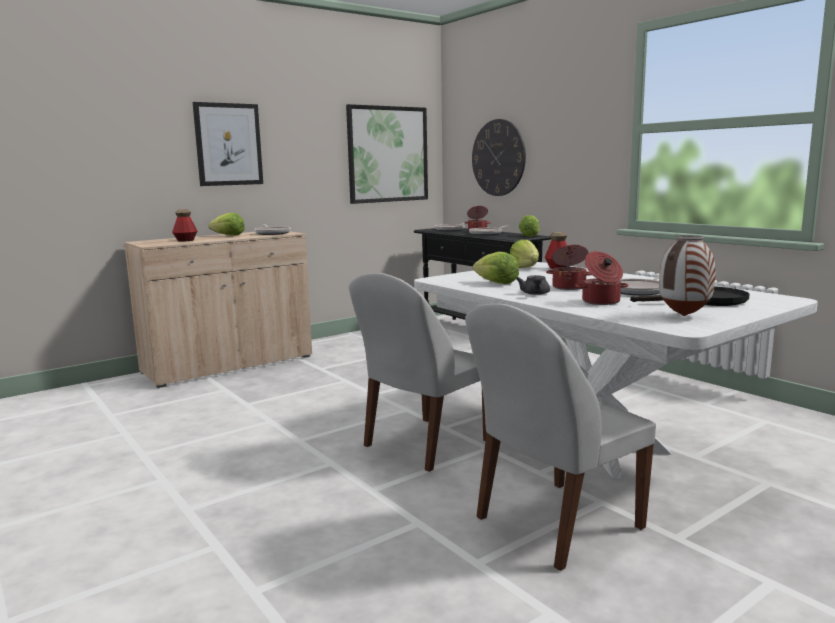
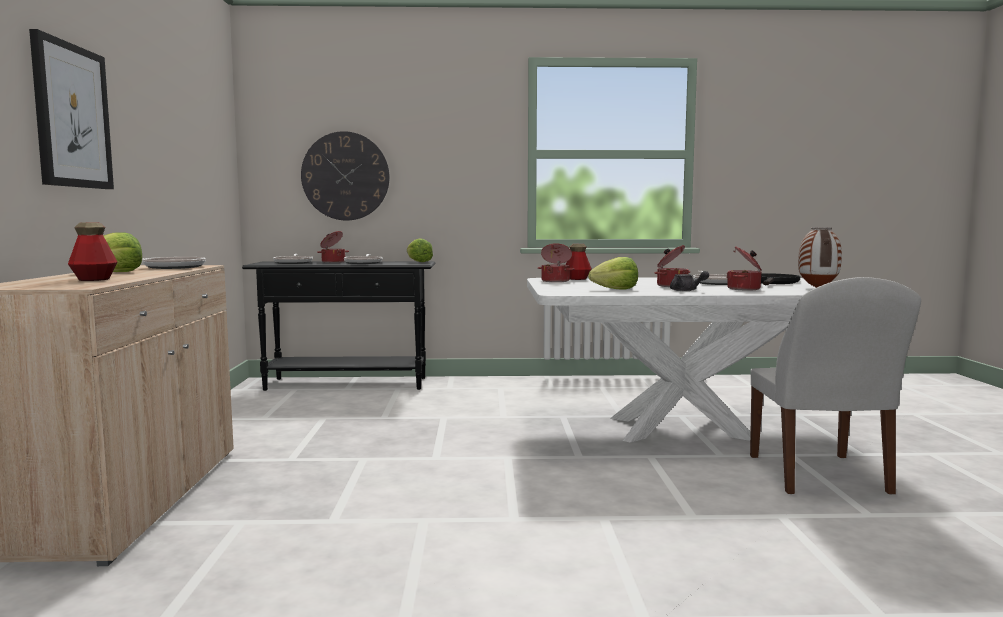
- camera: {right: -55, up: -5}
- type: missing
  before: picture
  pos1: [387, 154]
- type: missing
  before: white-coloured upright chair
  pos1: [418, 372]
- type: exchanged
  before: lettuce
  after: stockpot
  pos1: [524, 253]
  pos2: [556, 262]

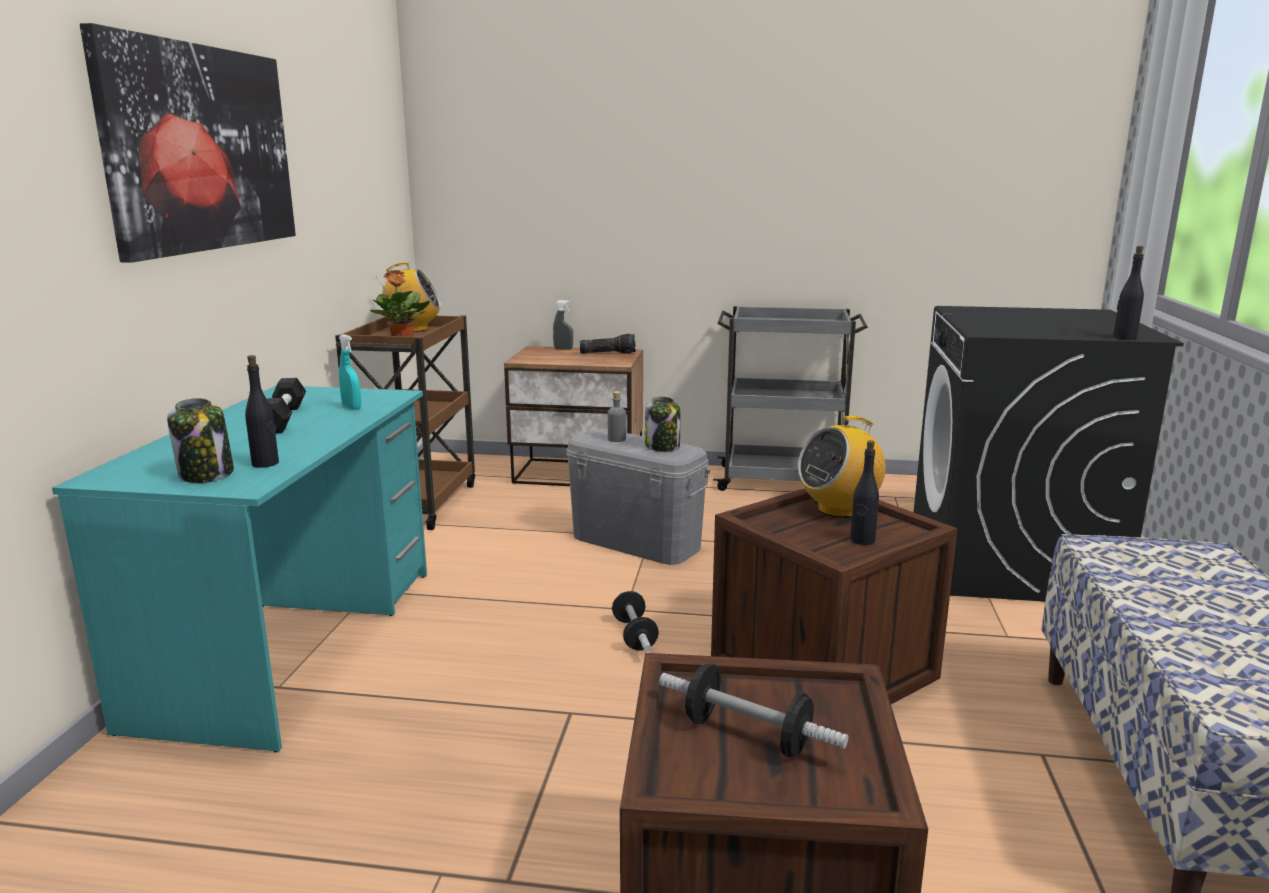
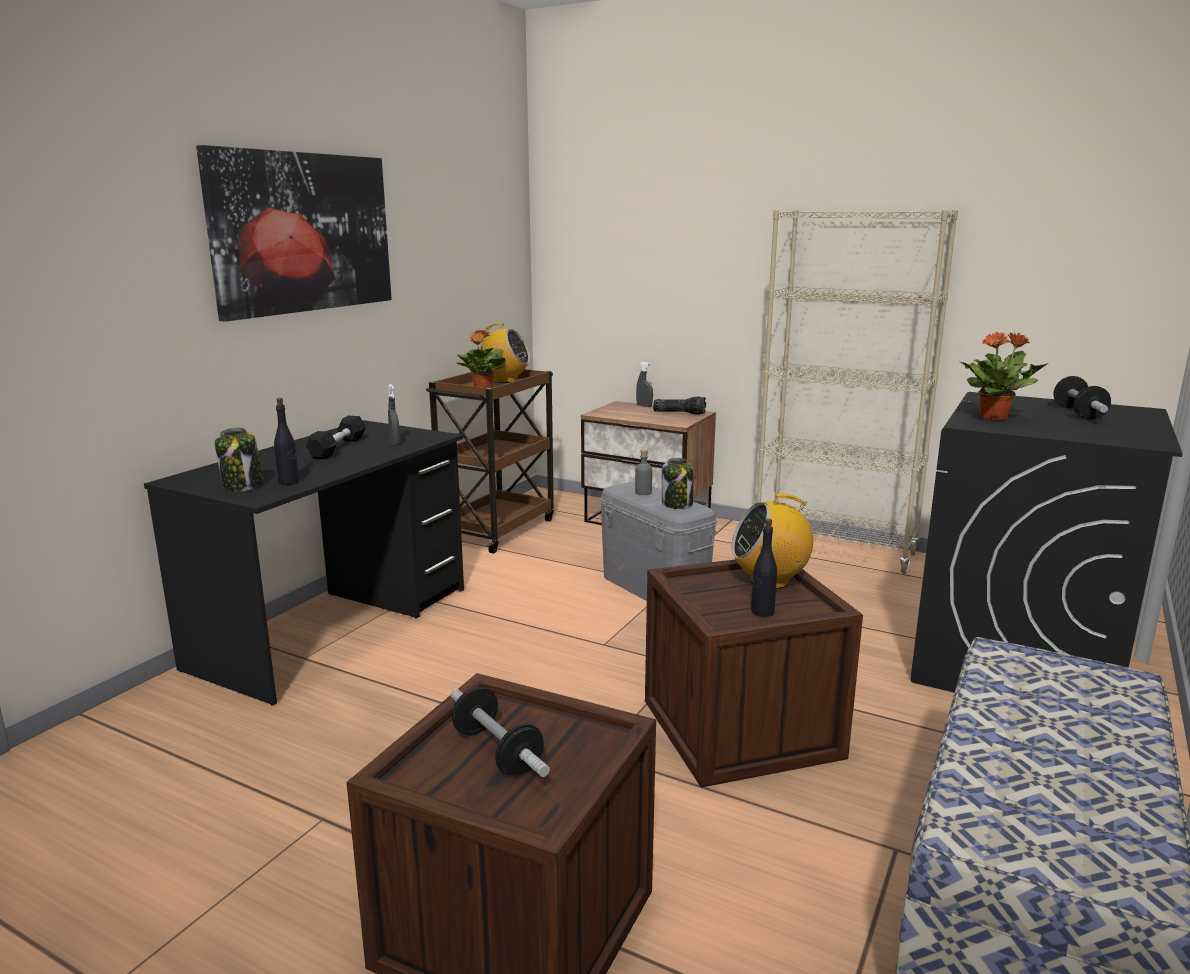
- camera: {right: 20, up: 0}
- type: colour
  before: turquoise-coloured desk unit
  after: black desk unit
  pos1: [239, 568]
  pos2: [304, 562]
- type: colour
  before: turquoise-coloured sprayer
  after: grey sprayer
  pos1: [350, 372]
  pos2: [394, 415]
- type: relocated
  before: hand weight
  pos1: [635, 621]
  pos2: [1082, 398]
- type: exchanged
  before: grey wheeled cart
  after: beige-coloured bookshelf
  pos1: [790, 398]
  pos2: [857, 392]
- type: missing
  before: black bottle
  pos1: [1128, 293]
- type: appeared
  after: plant in a pot
  pos2: [1003, 376]

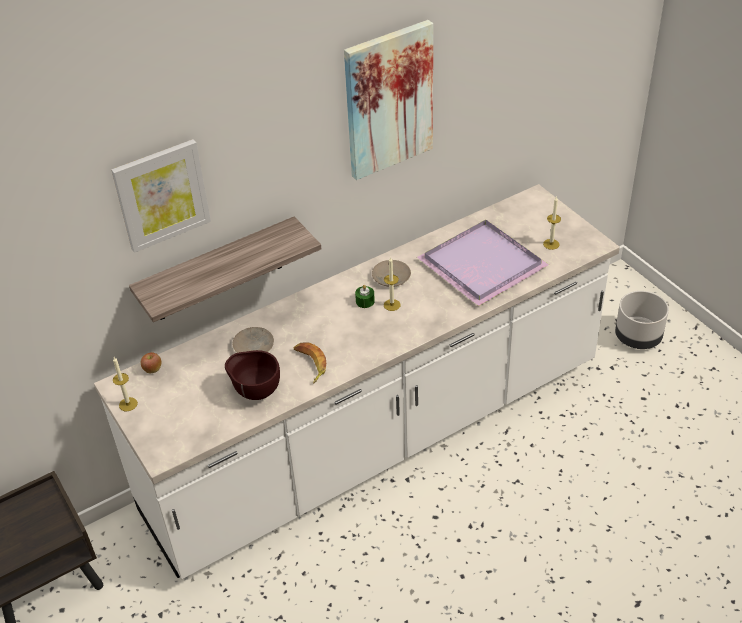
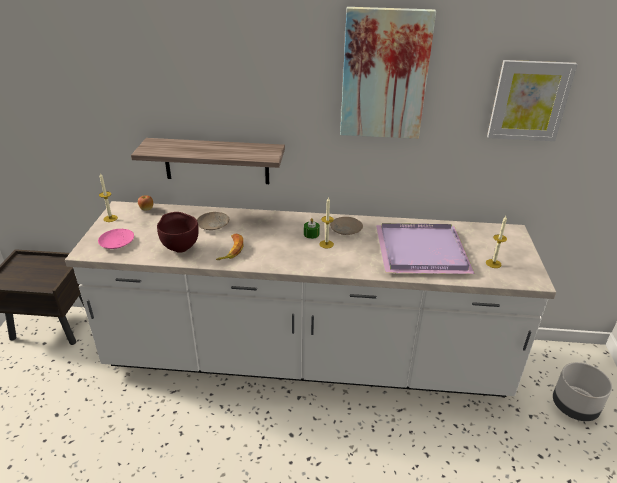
- camera: {right: 35, up: -10}
- type: relocated
  before: picture
  pos1: [161, 196]
  pos2: [532, 100]
- type: appeared
  after: pinkish flat dish
  pos2: [116, 239]

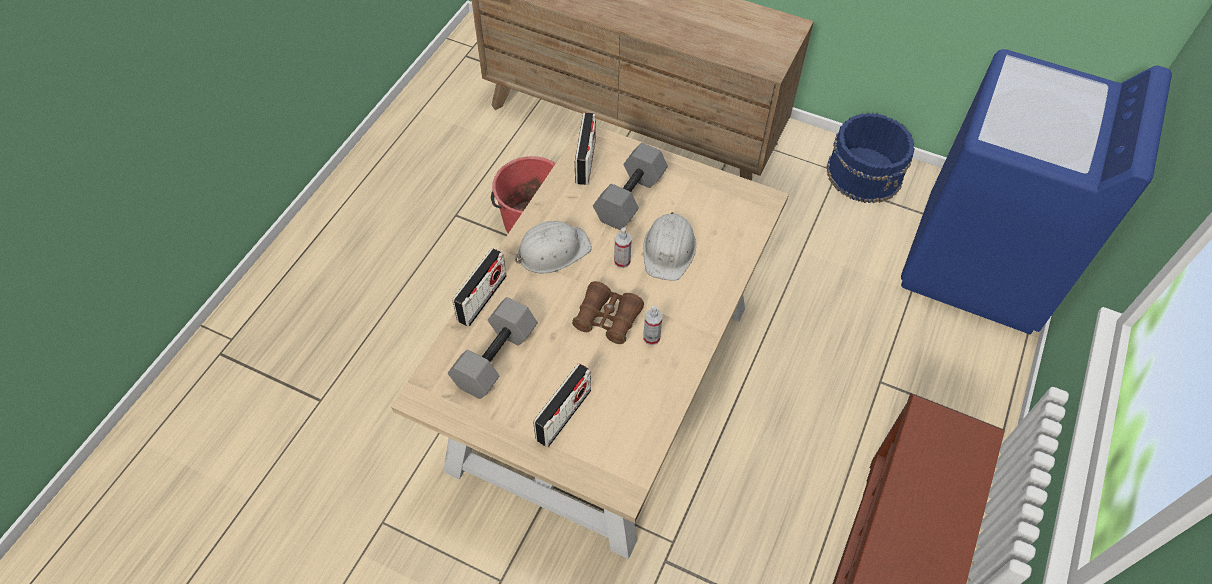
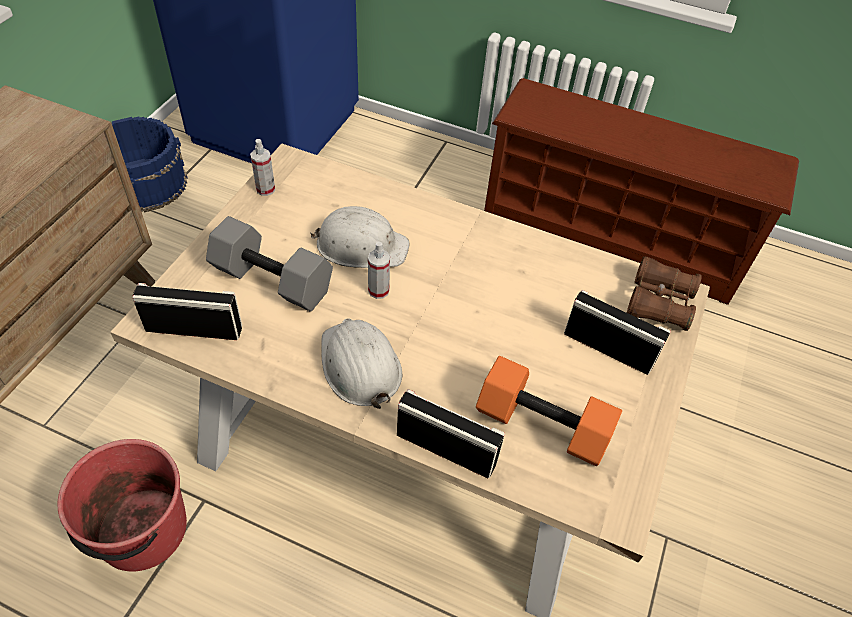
- camera: {right: -95, up: -5}
- type: colour
  before: grey hand weight
  after: orangey hand weight
  pos1: [493, 348]
  pos2: [549, 411]
- type: relocated
  before: brown field glasses
  pos1: [608, 312]
  pos2: [664, 293]
- type: relocated
  before: sprayer
  pos1: [652, 325]
  pos2: [262, 167]

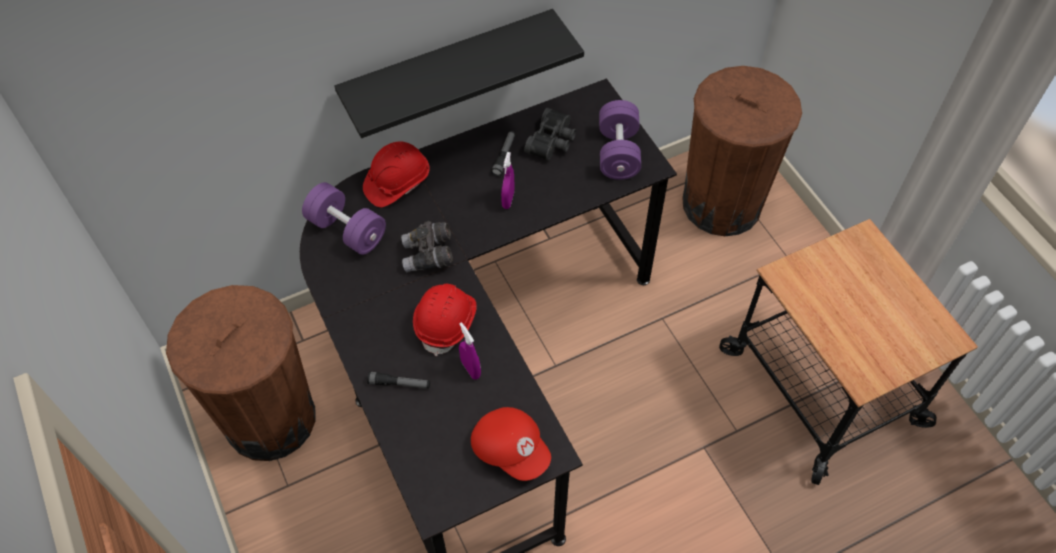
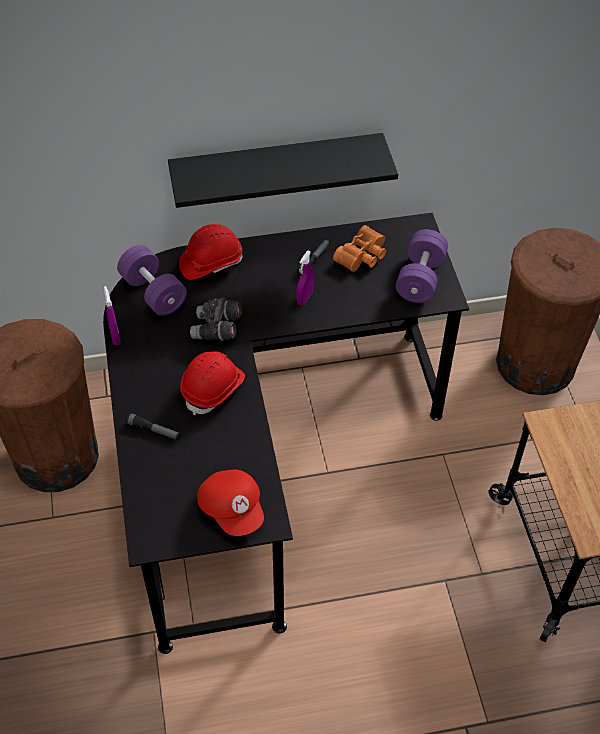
- camera: {right: 15, up: -5}
- type: relocated
  before: purple sprayer
  pos1: [470, 351]
  pos2: [112, 315]
- type: colour
  before: black field glasses
  after: orangey field glasses
  pos1: [550, 134]
  pos2: [359, 248]

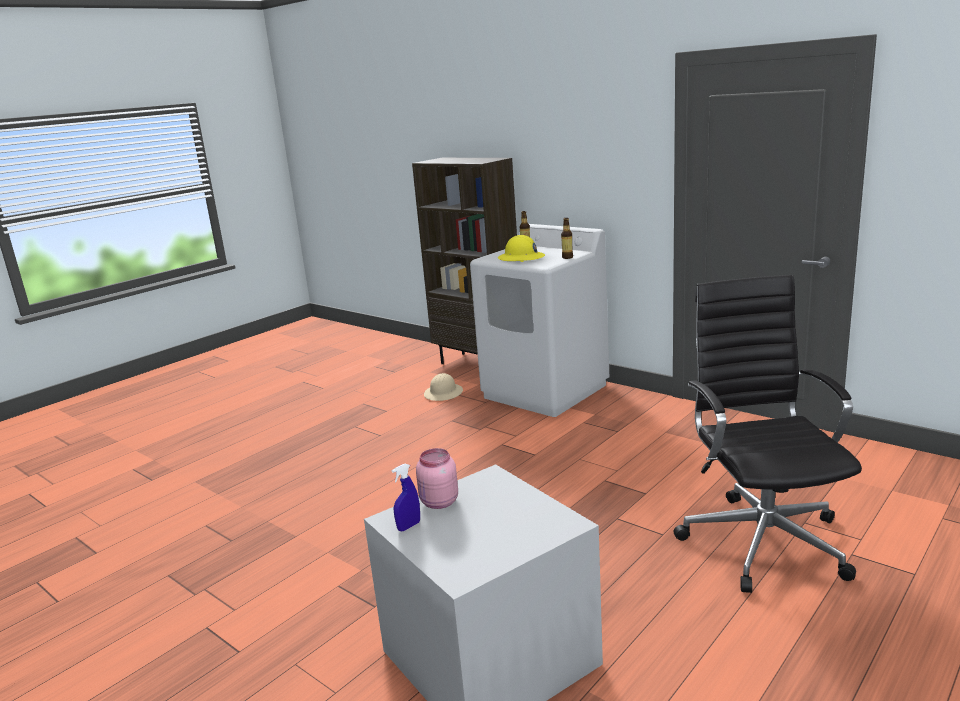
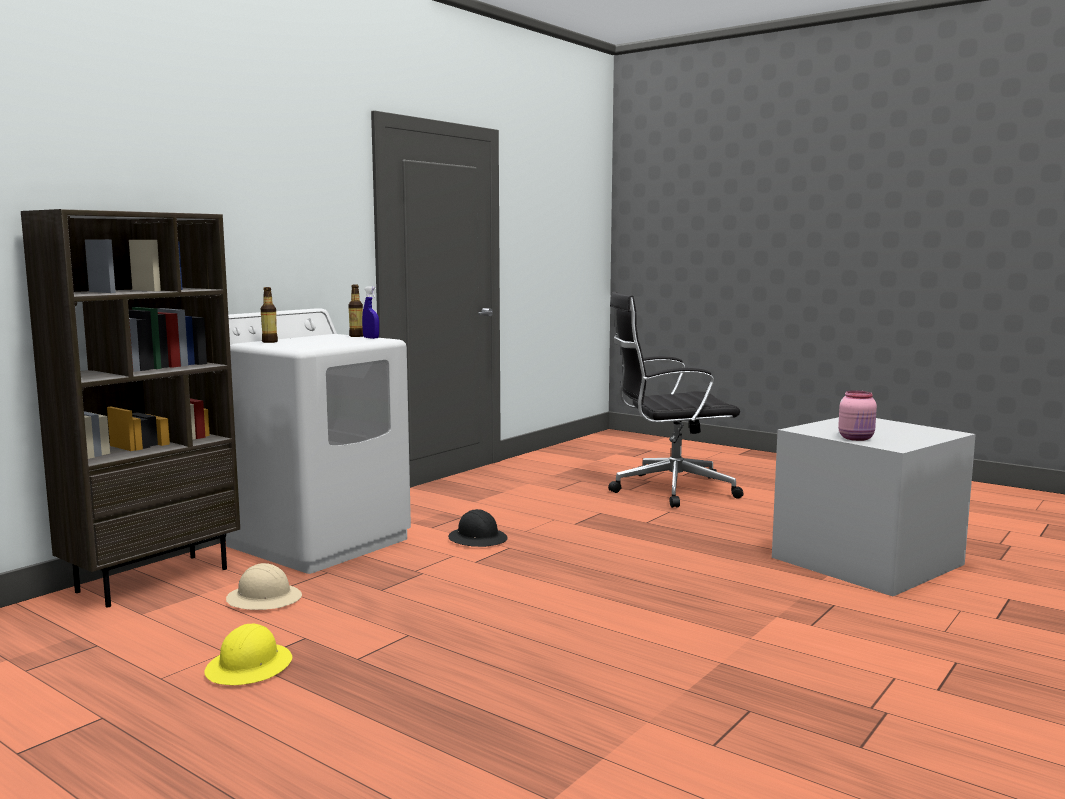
- camera: {right: -95, up: -10}
- type: relocated
  before: blue sprayer
  pos1: [406, 497]
  pos2: [370, 312]
- type: relocated
  before: yellow hard hat
  pos1: [521, 248]
  pos2: [248, 654]
- type: appeared
  after: black hard hat
  pos2: [478, 528]

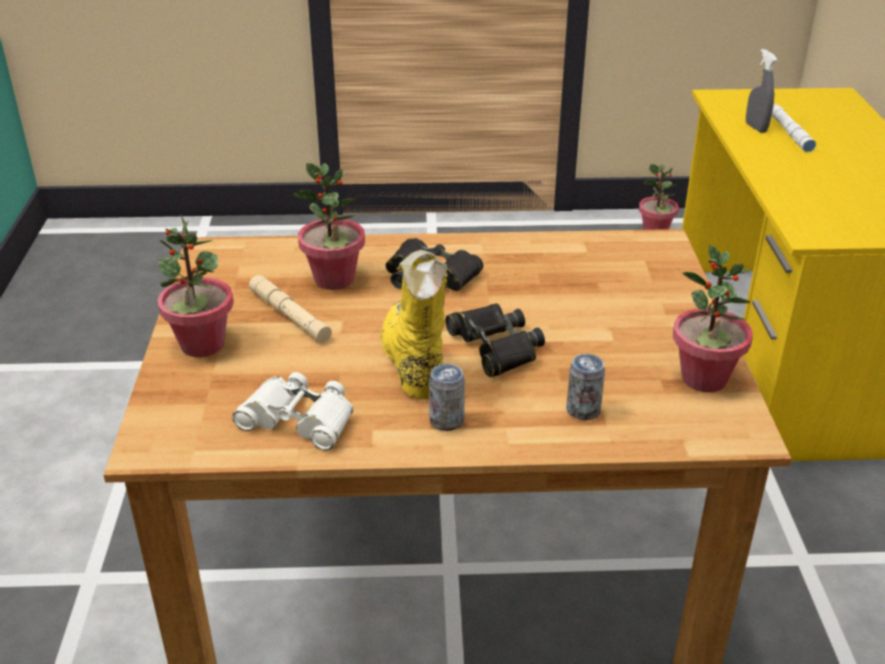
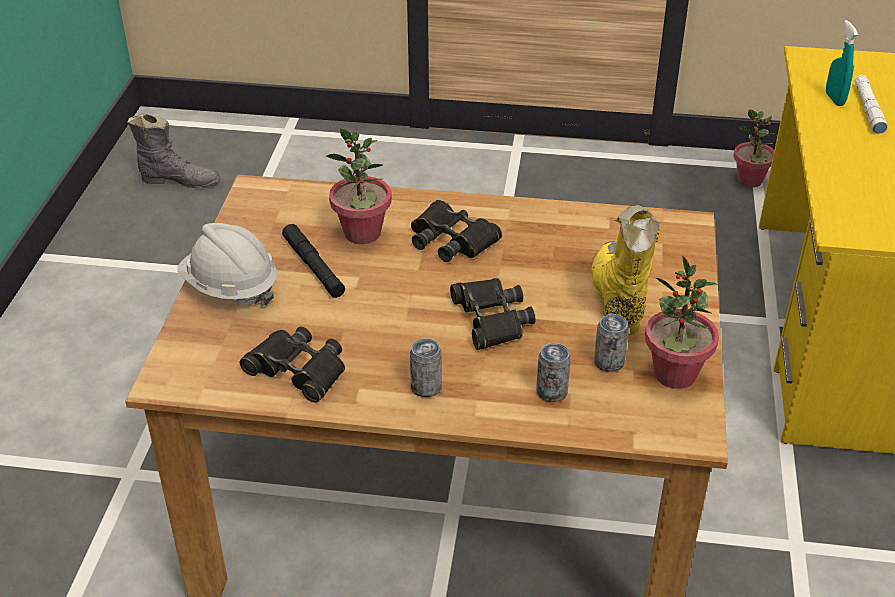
- camera: {right: 10, up: 5}
- type: exchanged
  before: plant in a pot
  after: white-coloured hard hat
  pos1: [195, 285]
  pos2: [227, 264]
- type: colour
  before: white-coloured field glasses
  after: black field glasses
  pos1: [292, 411]
  pos2: [292, 365]
- type: colour
  before: beige-coloured torch
  after: black torch
  pos1: [290, 309]
  pos2: [313, 261]
- type: relocated
  before: yellow boot
  pos1: [414, 324]
  pos2: [625, 270]
- type: colour
  before: grey sprayer
  after: turquoise-coloured sprayer
  pos1: [761, 91]
  pos2: [842, 63]
- type: appeared
  after: grey boot
  pos2: [173, 151]
- type: appeared
  after: metal can
  pos2: [611, 343]

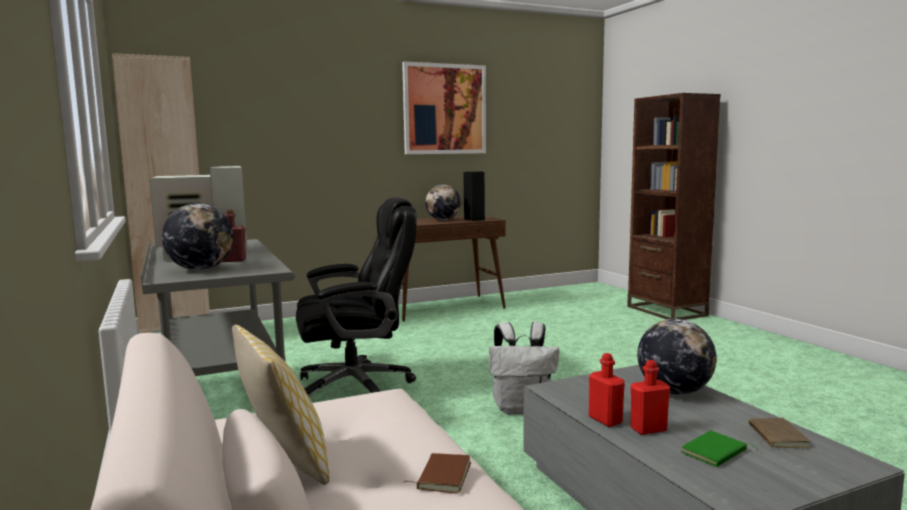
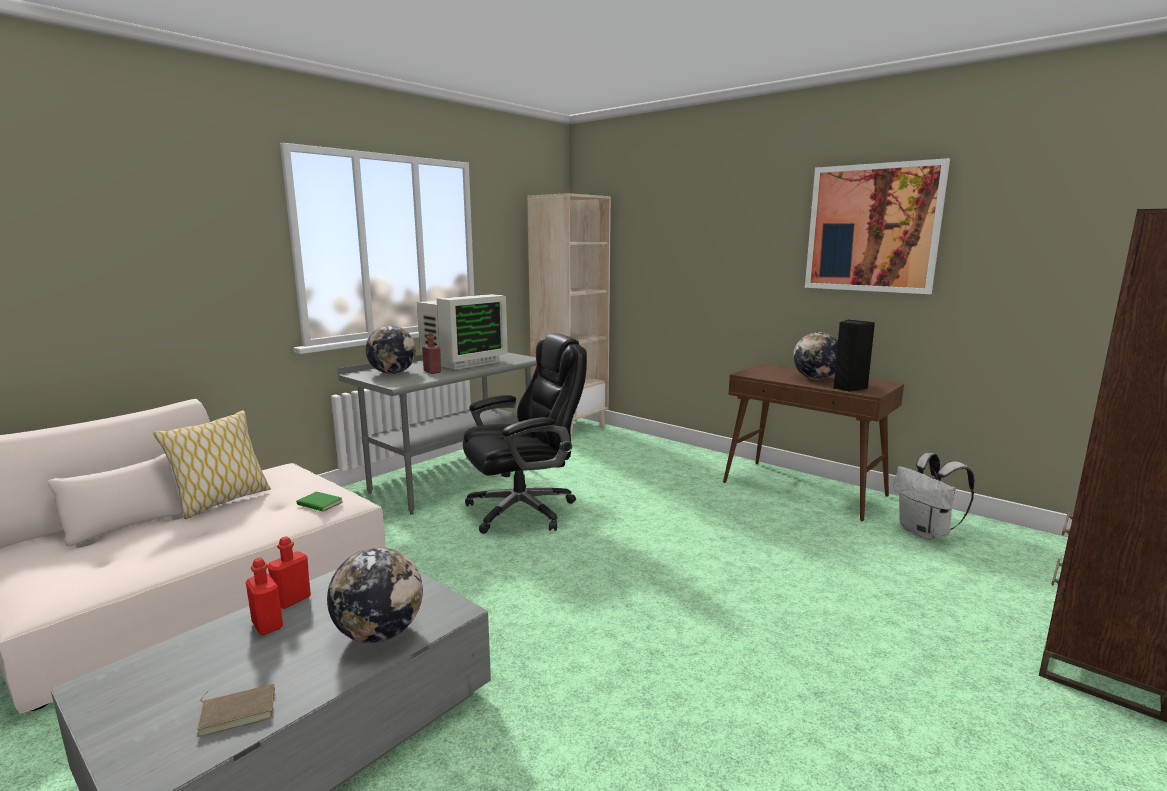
- camera: {right: 65, up: 5}
- type: spun
  before: black office chair
  pos1: [356, 296]
  pos2: [525, 433]
  turn: -75
- type: missing
  before: brown volume
  pos1: [437, 473]
- type: relocated
  before: white-coloured rucksack
  pos1: [524, 368]
  pos2: [934, 496]
- type: relocated
  before: greenish volume
  pos1: [720, 448]
  pos2: [319, 502]

